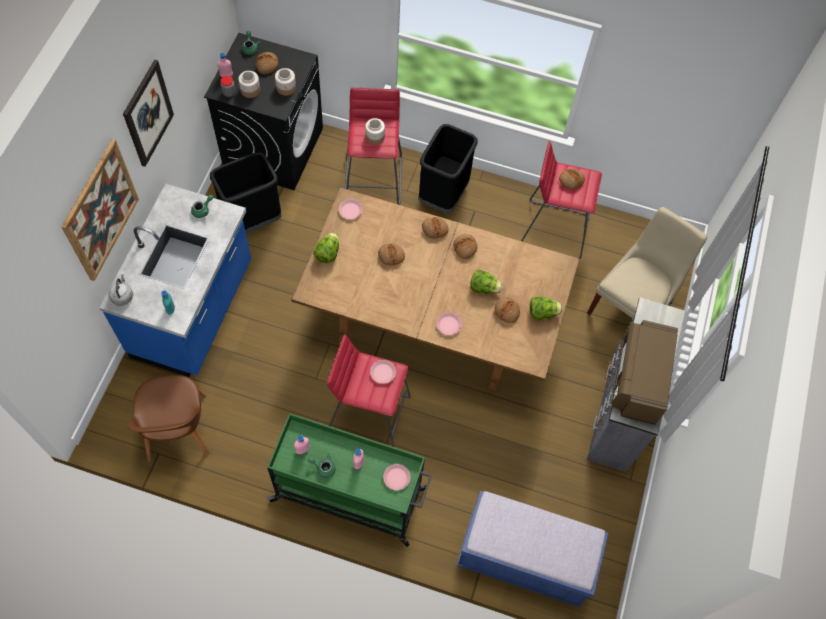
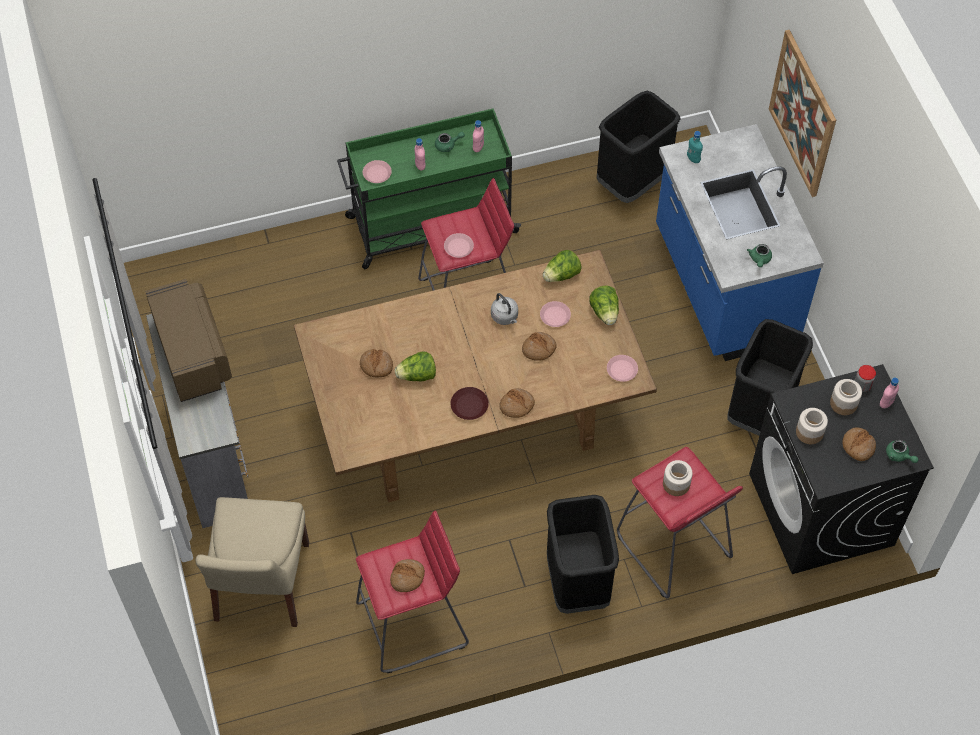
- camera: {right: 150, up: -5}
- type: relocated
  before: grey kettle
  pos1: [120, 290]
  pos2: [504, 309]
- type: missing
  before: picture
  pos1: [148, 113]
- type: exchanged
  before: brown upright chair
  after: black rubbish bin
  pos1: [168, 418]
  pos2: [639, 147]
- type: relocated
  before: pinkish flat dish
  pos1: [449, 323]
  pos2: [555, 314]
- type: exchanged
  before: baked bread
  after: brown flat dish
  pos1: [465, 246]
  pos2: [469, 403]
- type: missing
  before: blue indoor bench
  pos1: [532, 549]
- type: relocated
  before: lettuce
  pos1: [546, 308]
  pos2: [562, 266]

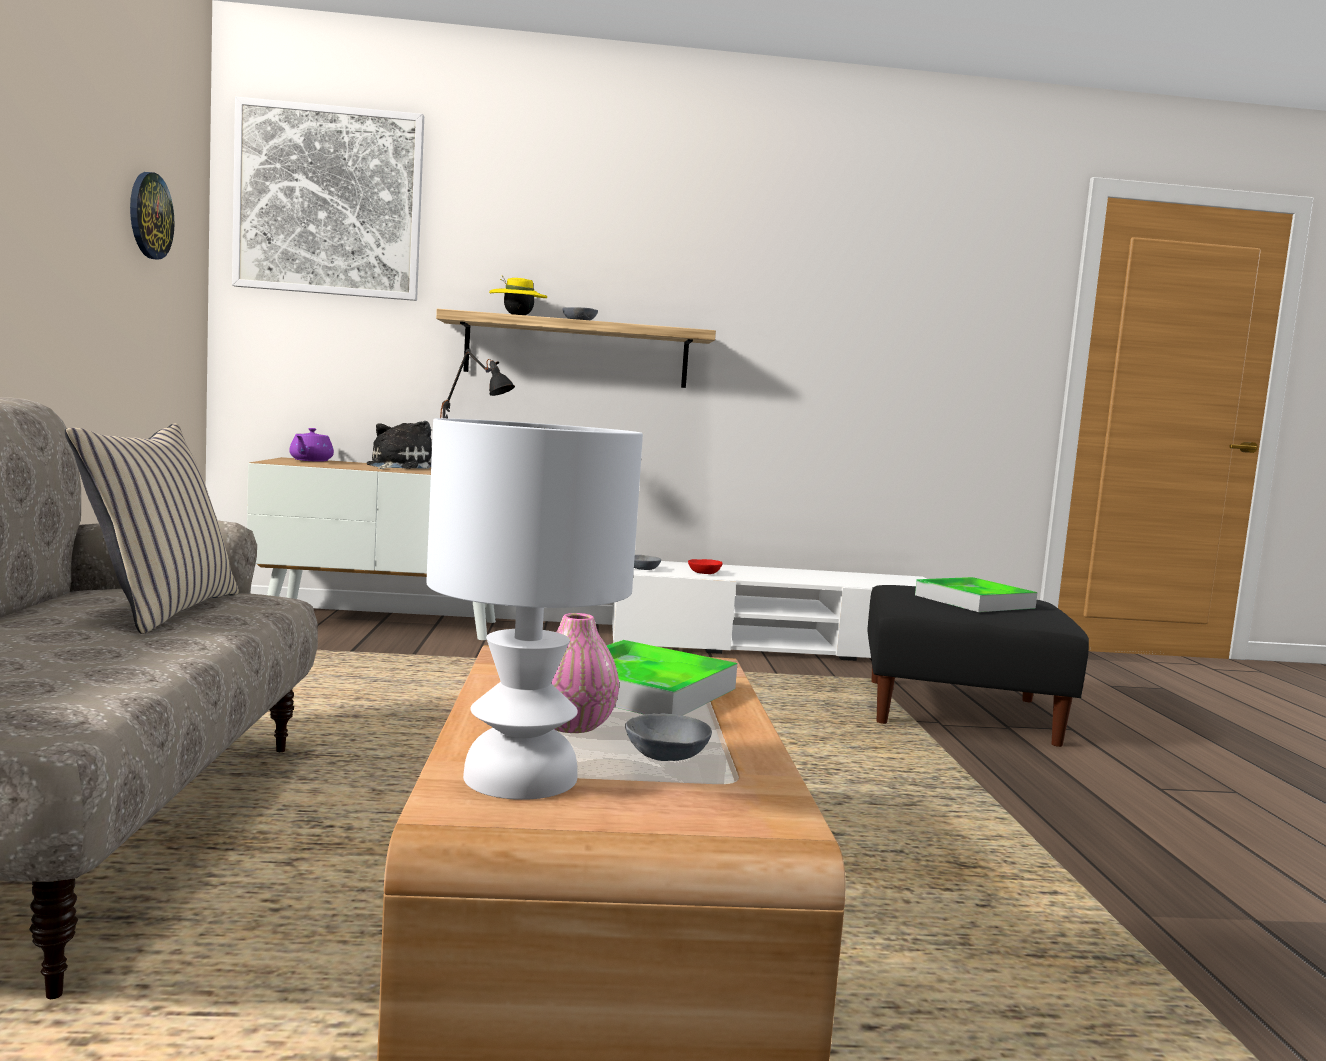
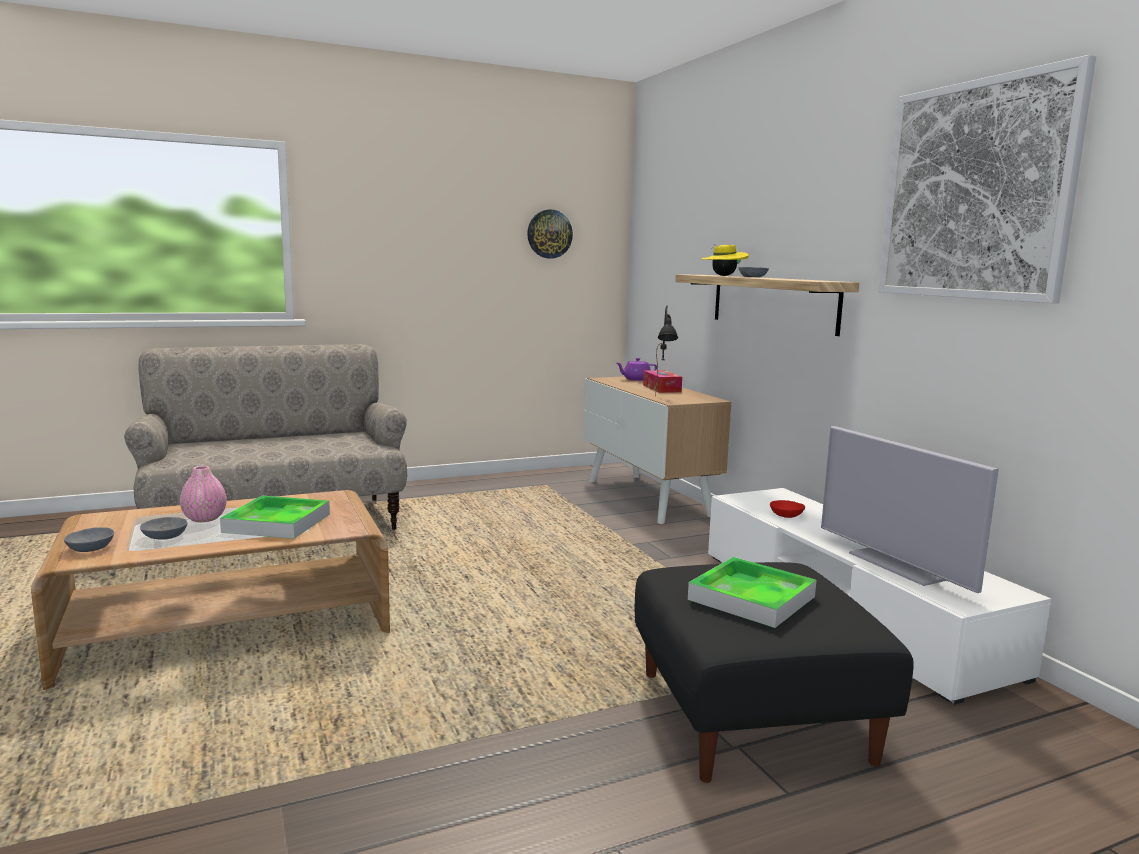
- camera: {right: 70, up: 5}
- type: missing
  before: beige-coloured cushion
  pos1: [152, 528]
- type: relocated
  before: picture
  pos1: [328, 199]
  pos2: [987, 179]
- type: exchanged
  before: plush toy
  after: tissue box
  pos1: [399, 445]
  pos2: [662, 381]
- type: missing
  before: white-coloured table lamp
  pos1: [534, 609]
- type: relocated
  before: grey deep dish
  pos1: [647, 562]
  pos2: [89, 539]
- type: appeared
  after: TV set
  pos2: [910, 509]

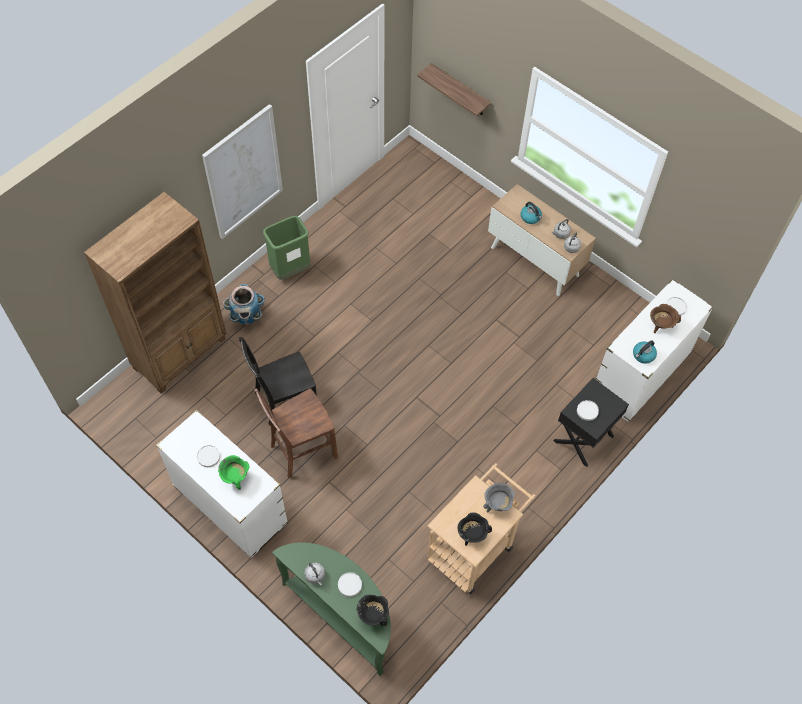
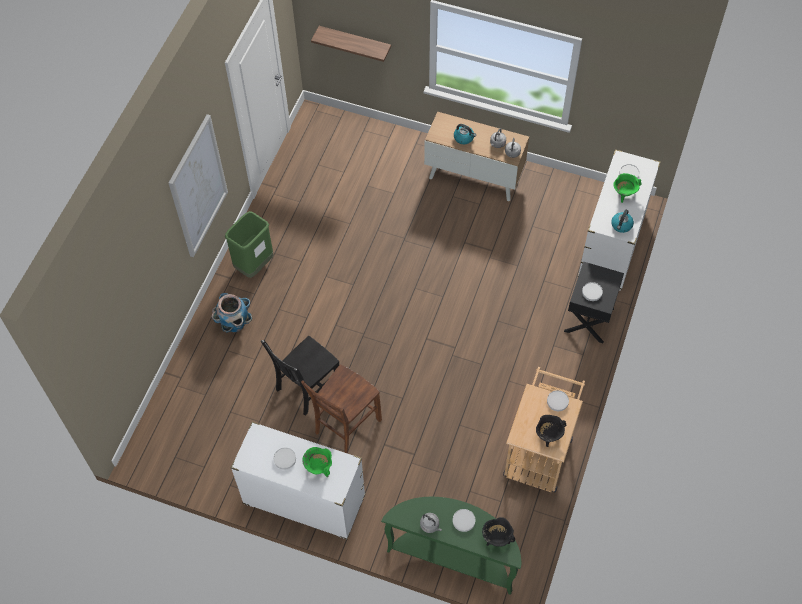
- camera: {right: -20, up: 0}
- type: missing
  before: brown bookshelf
  pos1: [155, 293]
- type: exchanged
  before: grey stockpot
  after: white-coloured flat dish
  pos1: [499, 497]
  pos2: [558, 400]
- type: colour
  before: brown stockpot
  after: greenish stockpot
  pos1: [665, 318]
  pos2: [627, 188]

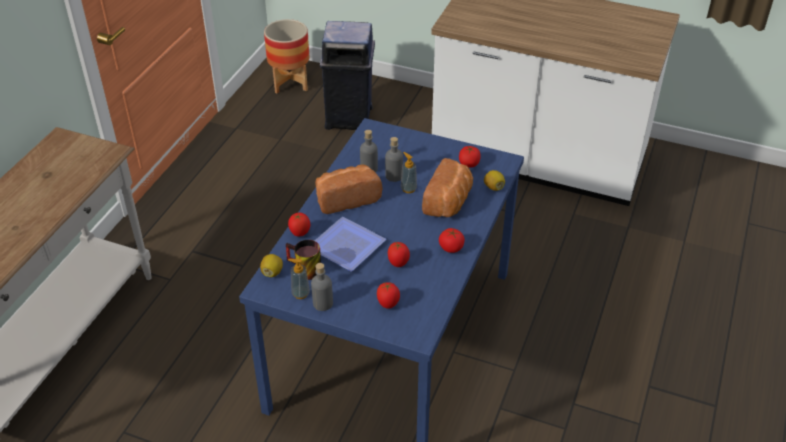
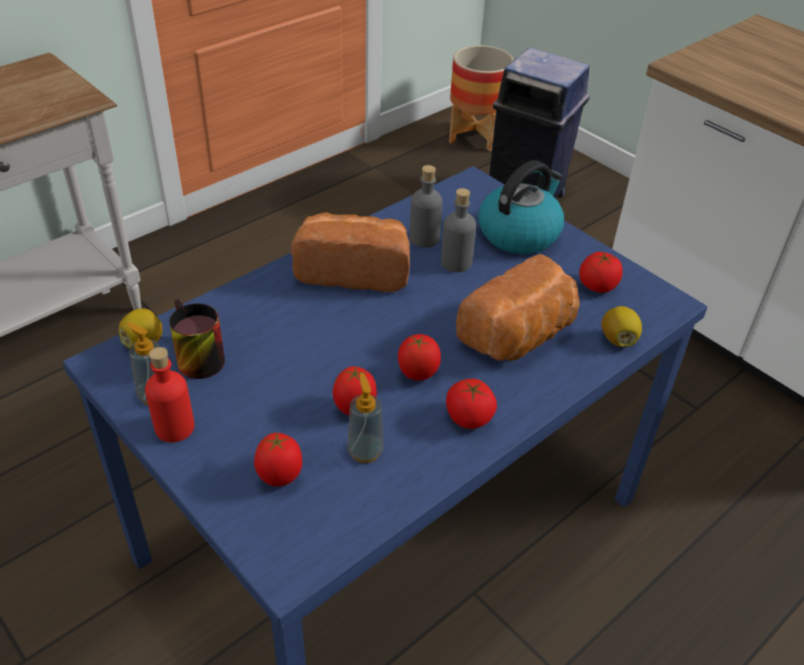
- camera: {right: 25, up: 0}
- type: relocated
  before: whole tomato
  pos1: [299, 225]
  pos2: [419, 357]
- type: colour
  before: grey bottle
  after: reddish bottle
  pos1: [322, 287]
  pos2: [169, 394]
- type: missing
  before: flat dish
  pos1: [350, 244]
- type: relocated
  before: soap bottle
  pos1: [409, 172]
  pos2: [365, 418]
- type: appeared
  after: kettle
  pos2: [521, 207]

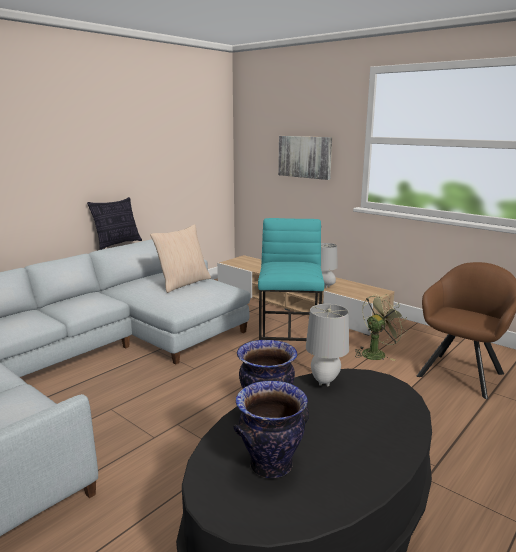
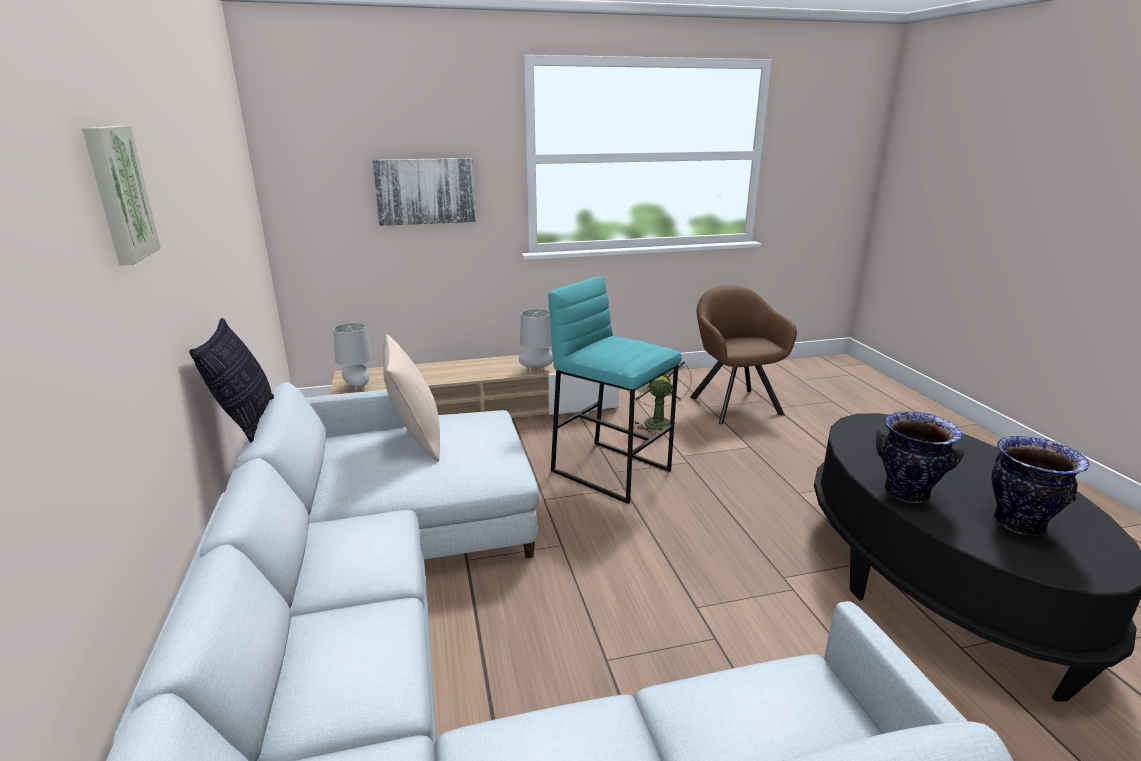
- camera: {right: -55, up: 5}
- type: relocated
  before: grey table lamp
  pos1: [327, 345]
  pos2: [352, 357]
- type: appeared
  after: picture
  pos2: [121, 196]

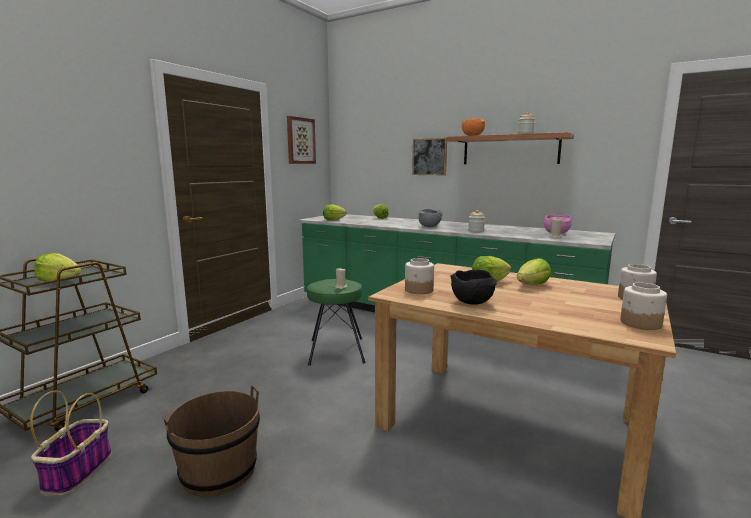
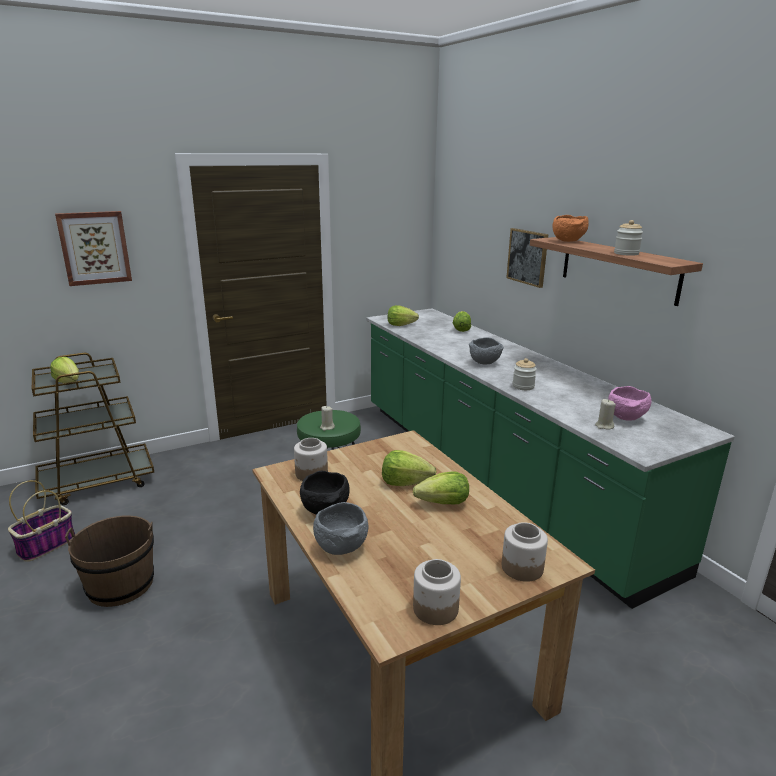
- camera: {right: 30, up: 10}
- type: relocated
  before: picture
  pos1: [301, 140]
  pos2: [93, 248]
- type: appeared
  after: grey deep dish
  pos2: [340, 528]

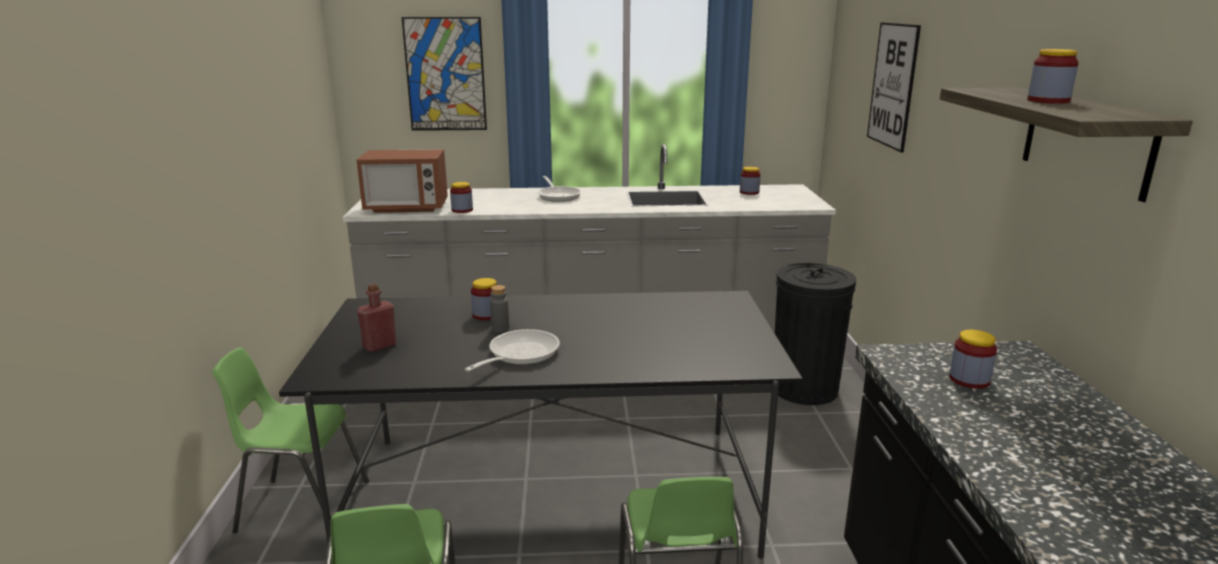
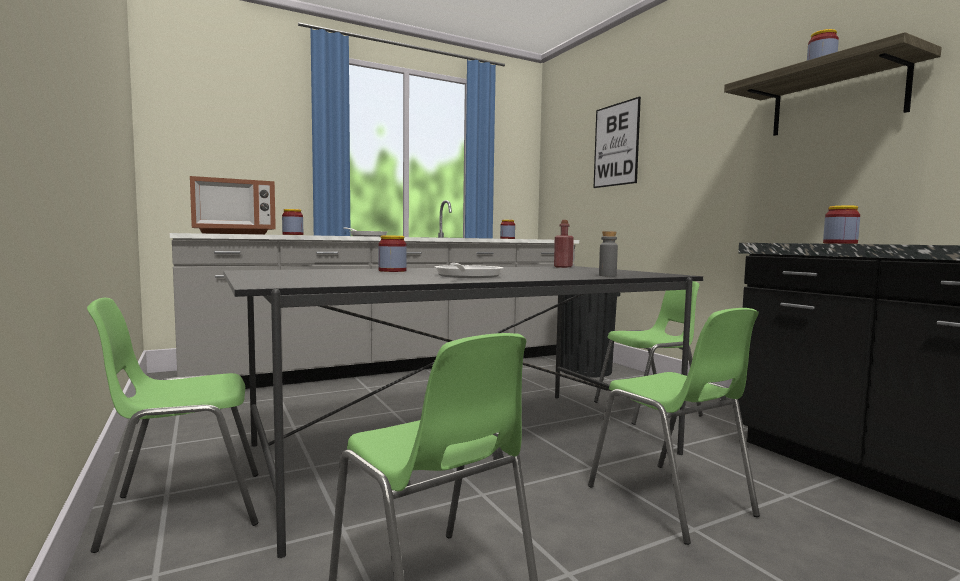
- camera: {right: -25, up: -15}
- type: relocated
  before: reddish bottle
  pos1: [376, 318]
  pos2: [564, 244]
- type: missing
  before: picture
  pos1: [444, 74]
- type: relocated
  before: grey bottle
  pos1: [499, 309]
  pos2: [608, 254]
- type: appeared
  after: greenish upright chair
  pos2: [648, 353]

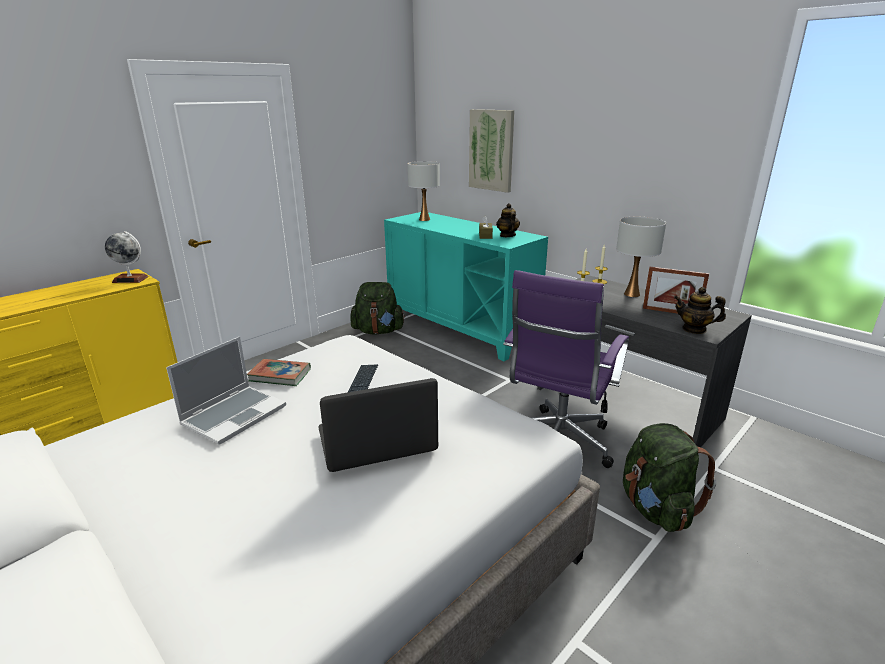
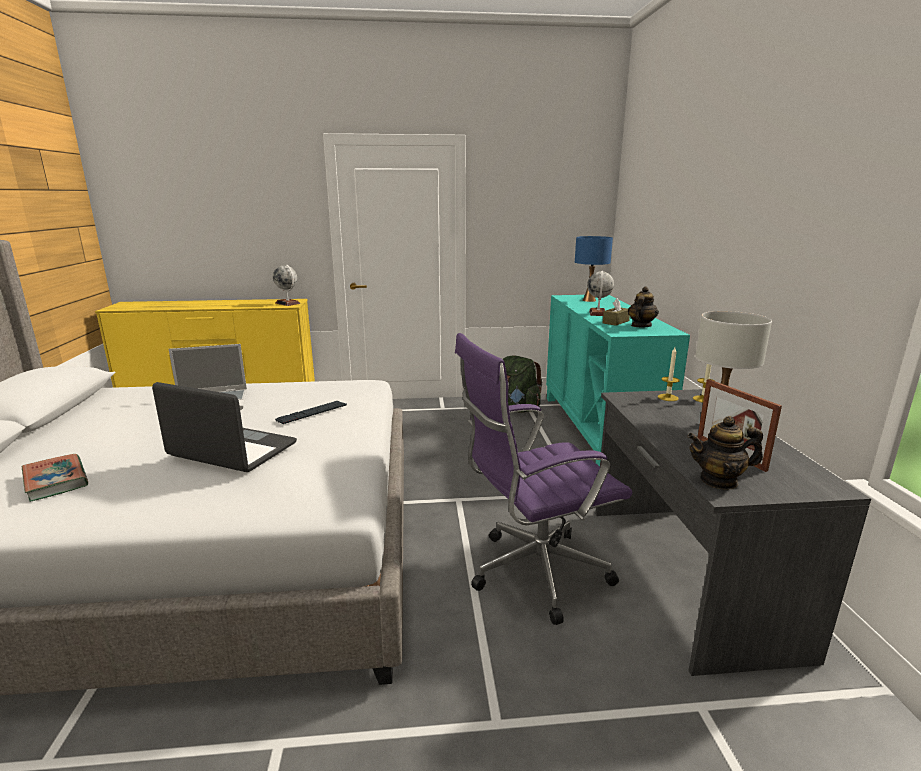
- camera: {right: 40, up: -5}
- type: relocated
  before: volume
  pos1: [279, 372]
  pos2: [55, 478]
- type: colour
  before: white-coloured table lamp
  after: blue table lamp
  pos1: [424, 191]
  pos2: [594, 269]
- type: missing
  before: picture
  pos1: [491, 151]
- type: missing
  before: greenish rucksack
  pos1: [669, 477]
- type: spun
  before: pot for tea
  pos1: [700, 310]
  pos2: [725, 453]
  turn: -60
- type: appeared
  after: desk globe
  pos2: [600, 293]

